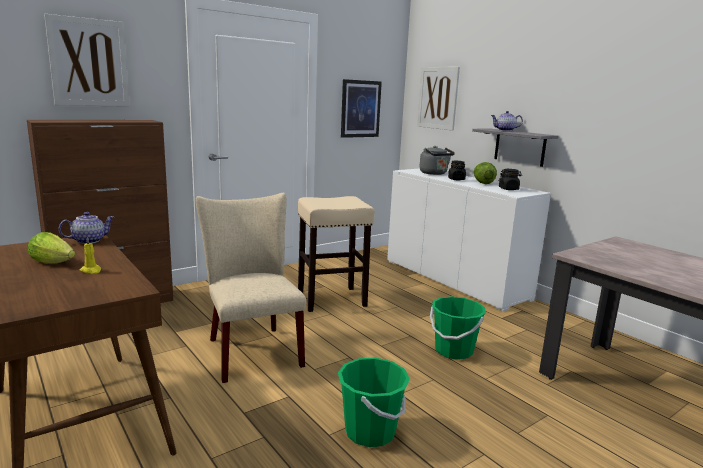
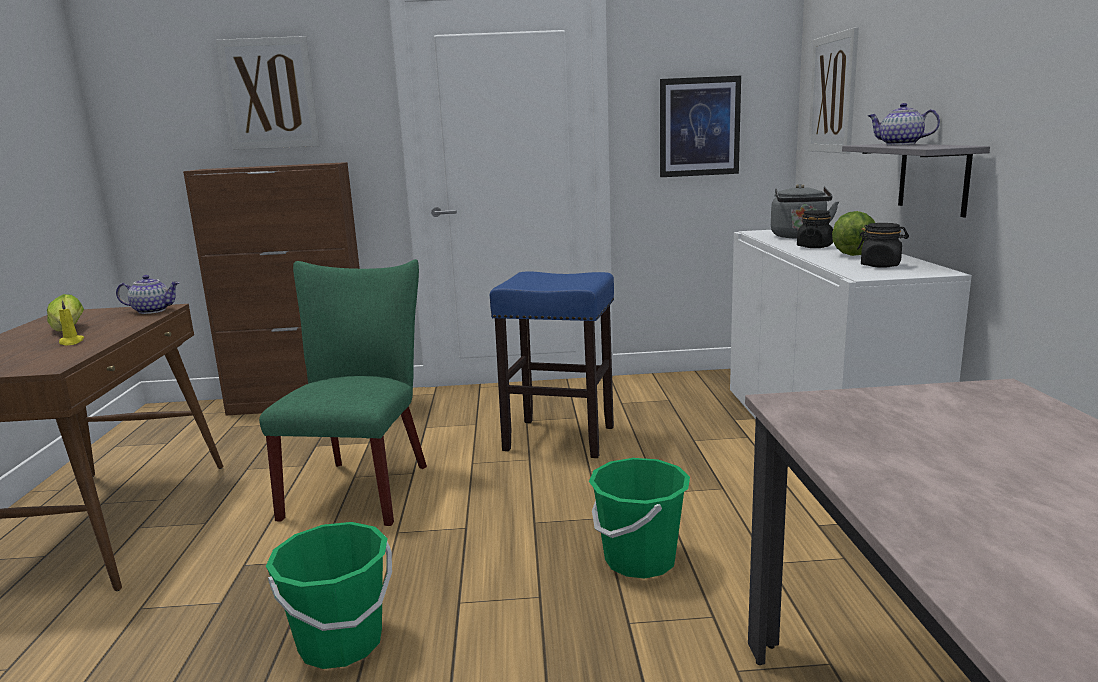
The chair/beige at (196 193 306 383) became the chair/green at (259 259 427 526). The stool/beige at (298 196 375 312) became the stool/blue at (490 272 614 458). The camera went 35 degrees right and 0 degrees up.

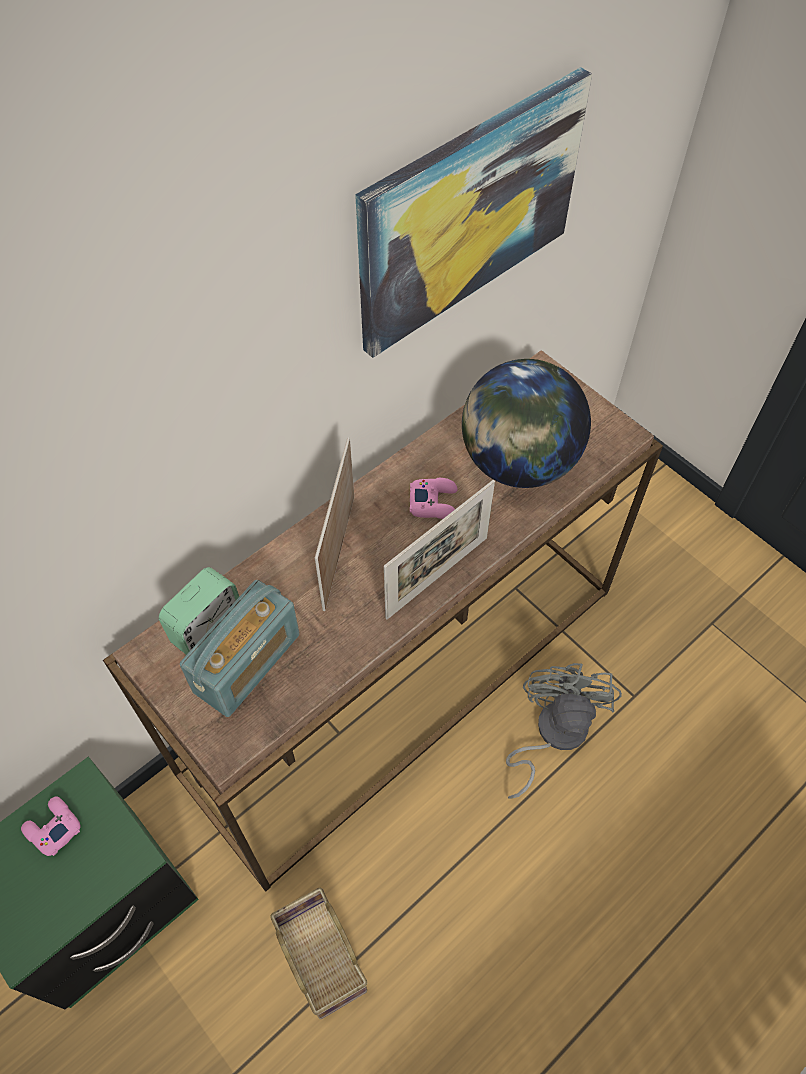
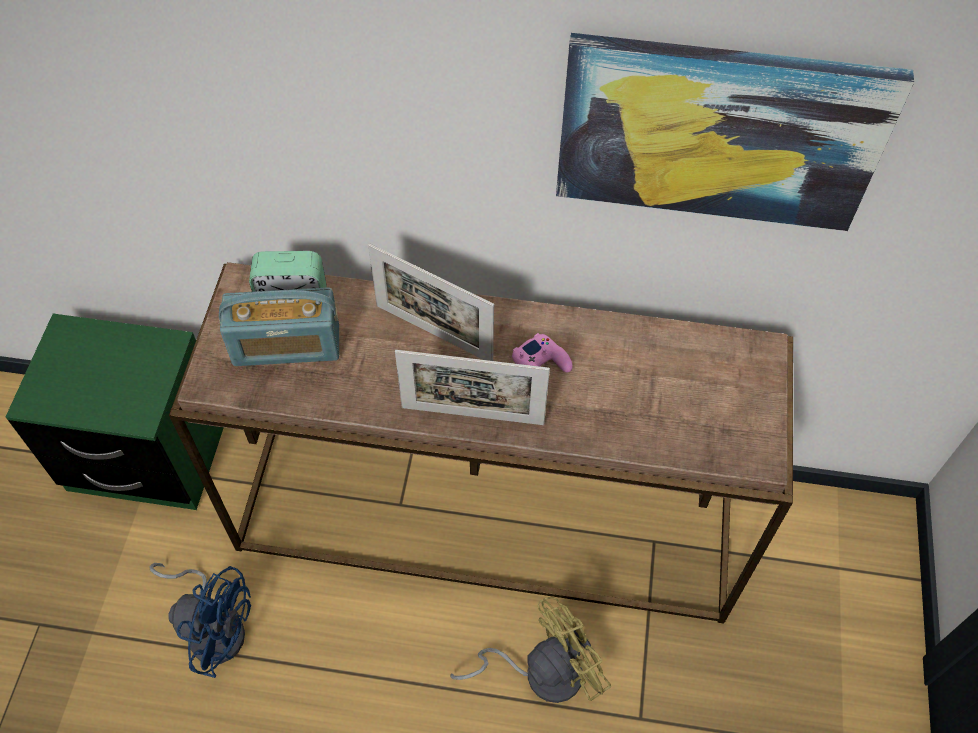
The game controller/pink at (21 796 81 856) disappeared. The basket at (270 887 367 1019) was replaced by the fan/blue at (149 563 251 678). The picture frame at (315 437 354 611) turned 120 degrees counterclockwise. The globe at (462 359 591 488) disappeared. The fan/grey at (506 663 622 799) became the fan/yellow at (450 597 611 703). The camera went 50 degrees right and 0 degrees up.

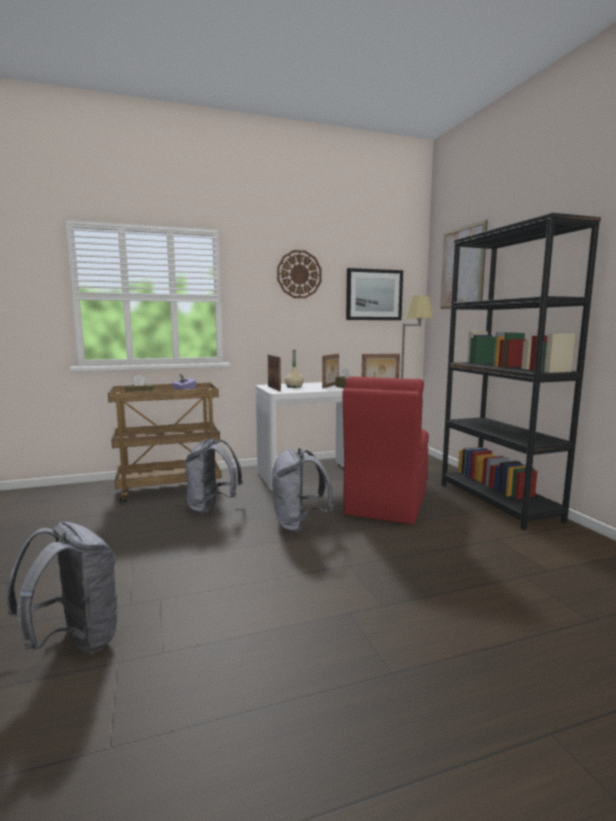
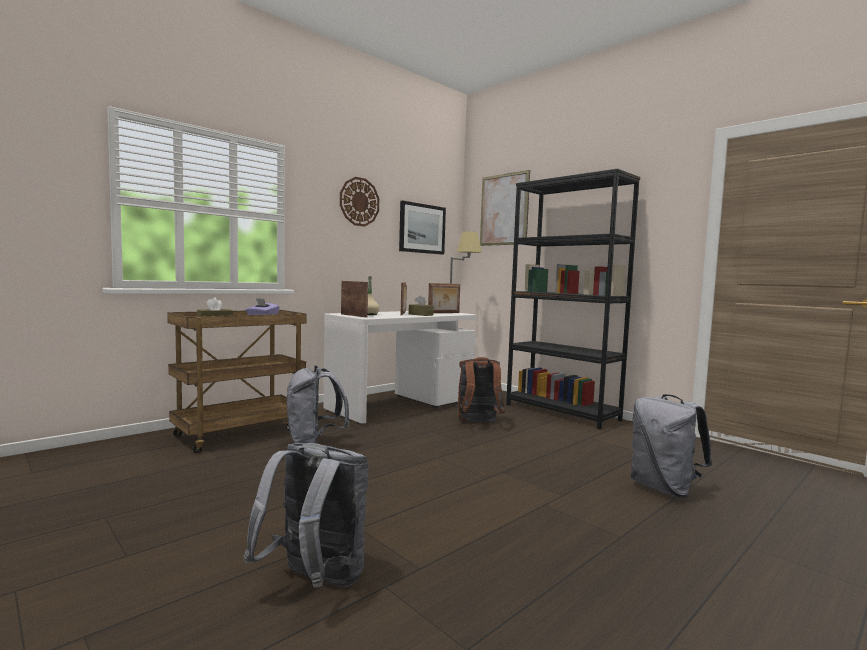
The backpack/grey moved from (272 448 333 533) to (630 394 712 498). The chair/red at (342 376 429 524) was replaced by the backpack/brown at (456 357 505 423). The camera went 25 degrees left and 5 degrees down.

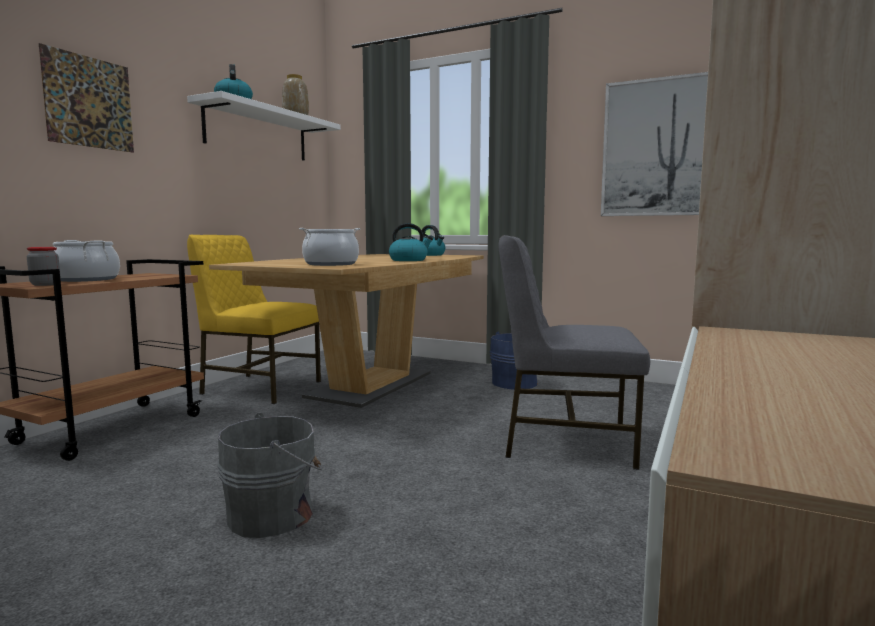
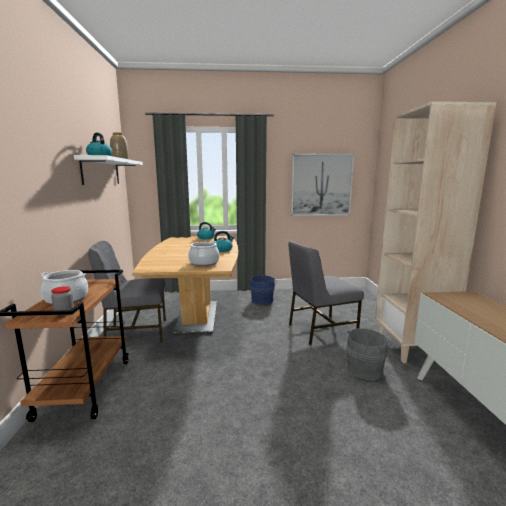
The picture at (39 43 134 153) disappeared. The chair/yellow at (187 235 321 404) became the chair/grey at (88 241 166 343). The bucket/grey moved from (217 413 322 538) to (347 328 391 381). The camera went 30 degrees left and 5 degrees up.

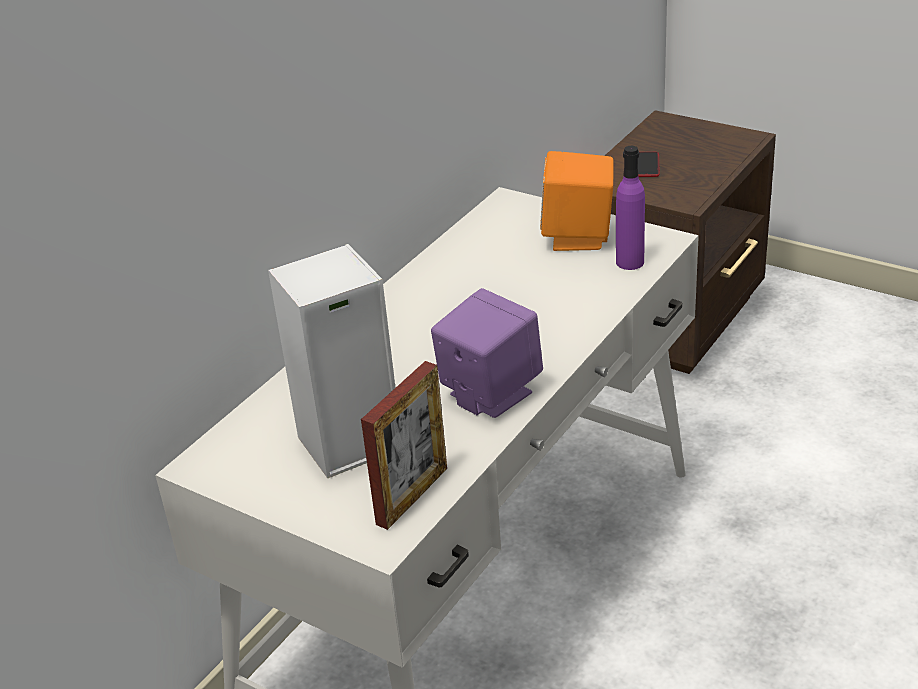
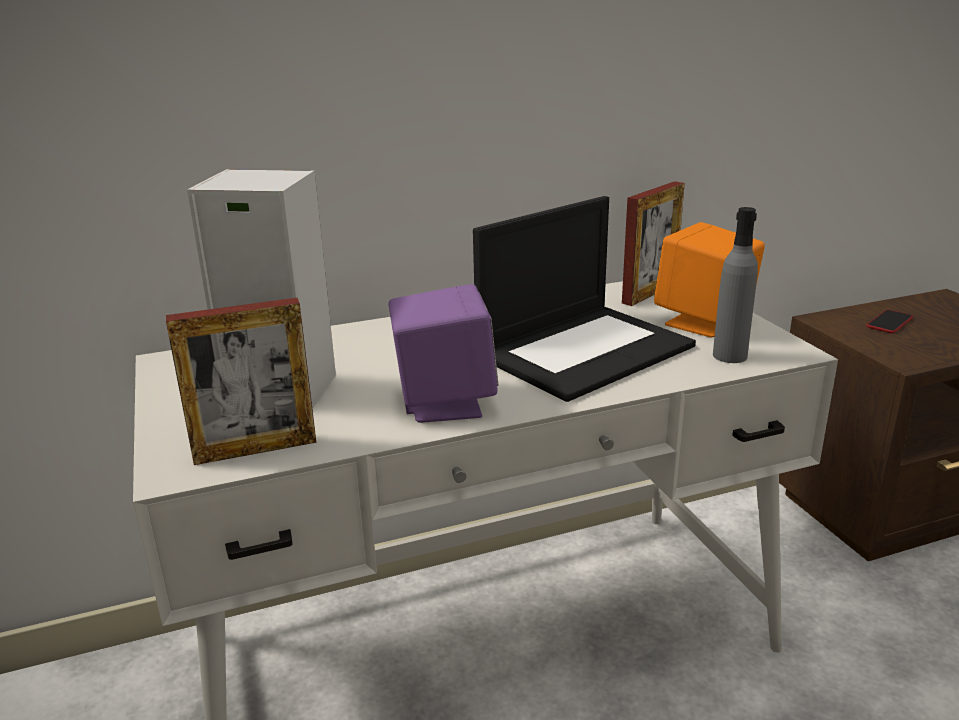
The bottle/purple at (616 146 645 270) became the bottle/grey at (713 207 758 363). The laptop at (473 196 696 402) appeared. The picture frame at (622 181 685 306) appeared. The camera went 35 degrees right and 10 degrees down.

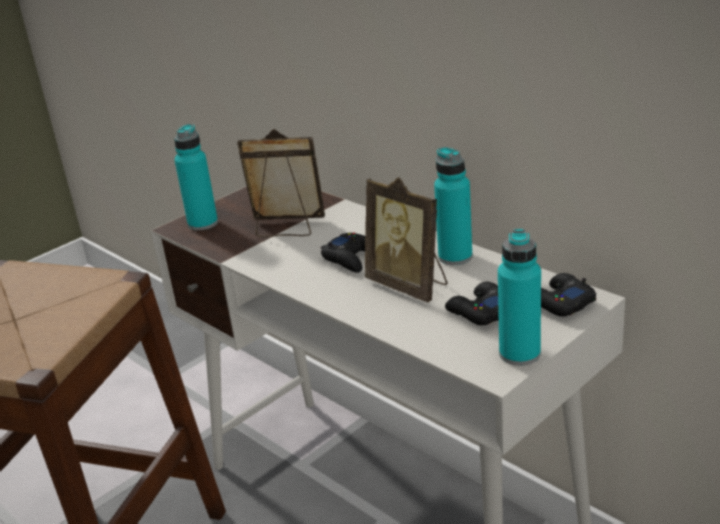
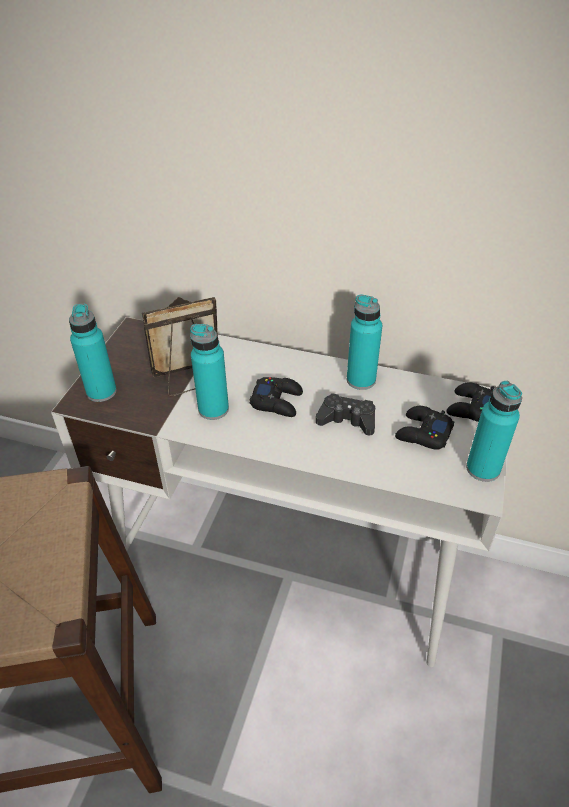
The picture frame at (365 177 448 302) was replaced by the game controller/black at (316 393 375 436). The bottle/turquoise at (190 324 229 420) appeared. The camera went 30 degrees left and 15 degrees up.

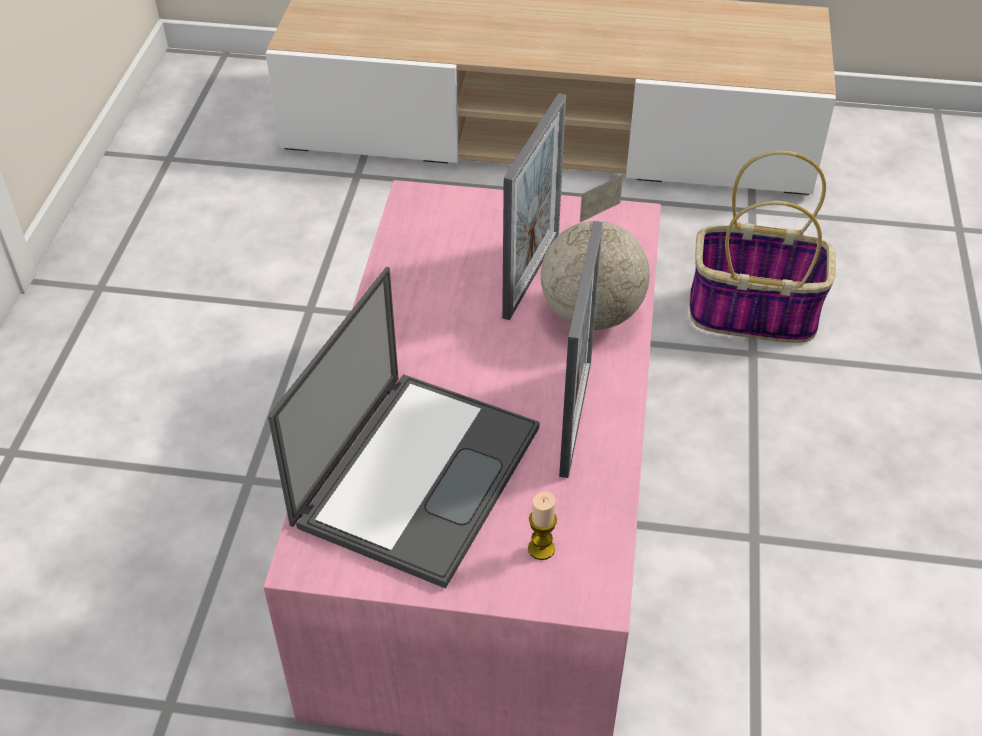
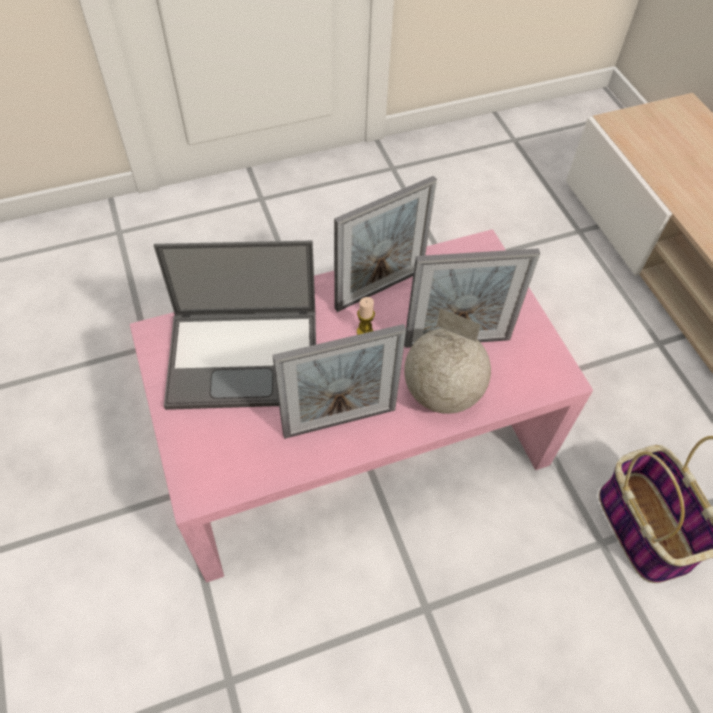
The candle moved from (528 492 557 560) to (357 297 375 335). The picture frame at (334 176 437 312) appeared. The camera went 60 degrees right and 10 degrees up.

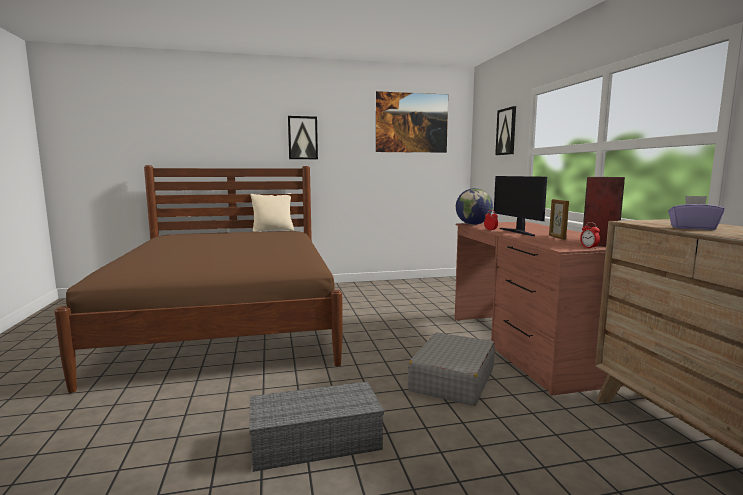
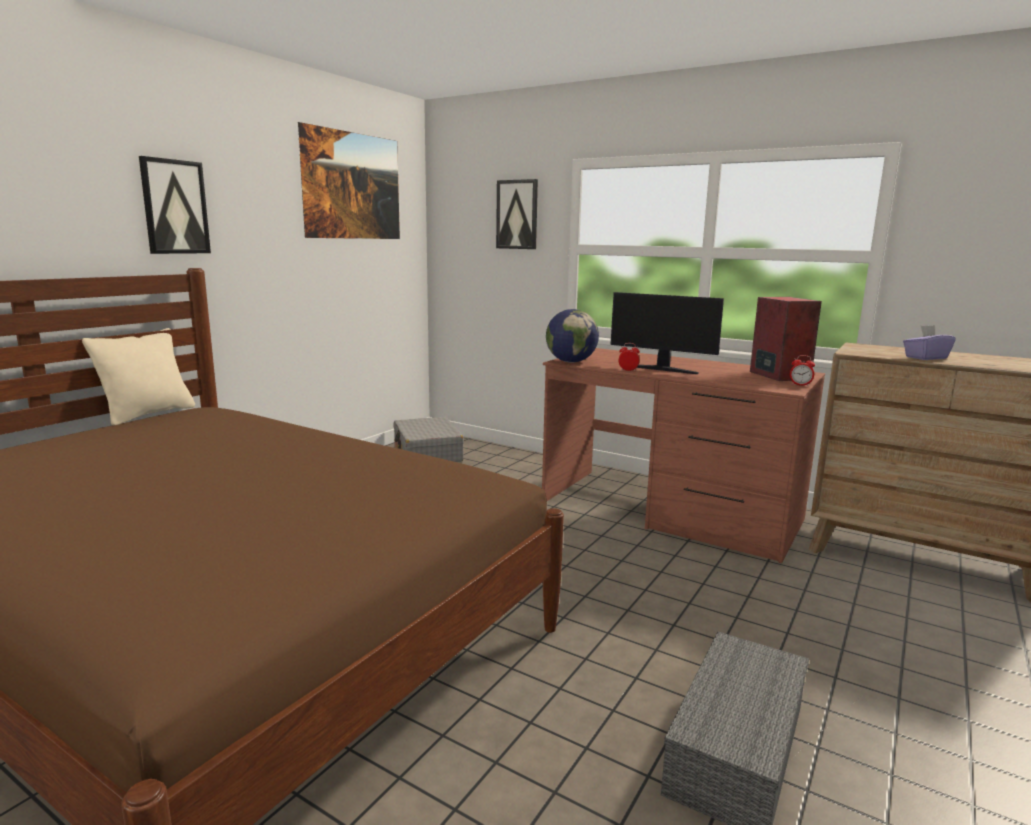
The suitcase/grey moved from (408 332 495 406) to (393 417 464 462). The picture frame at (549 199 569 240) disappeared. The camera went 45 degrees left and 5 degrees up.

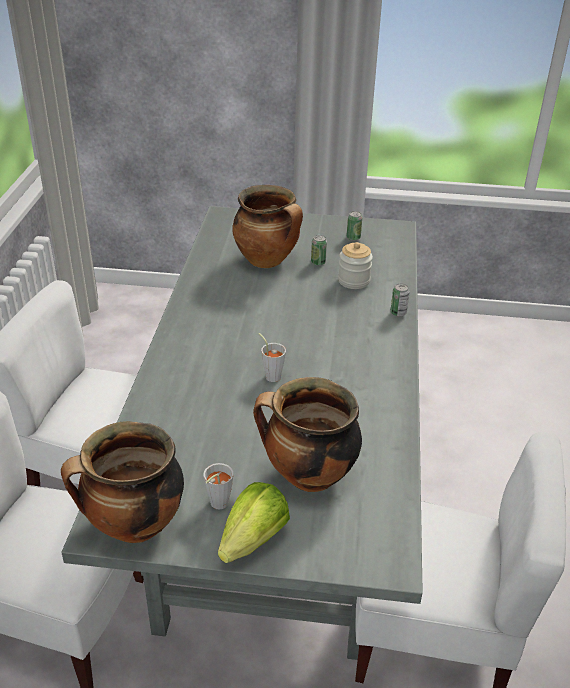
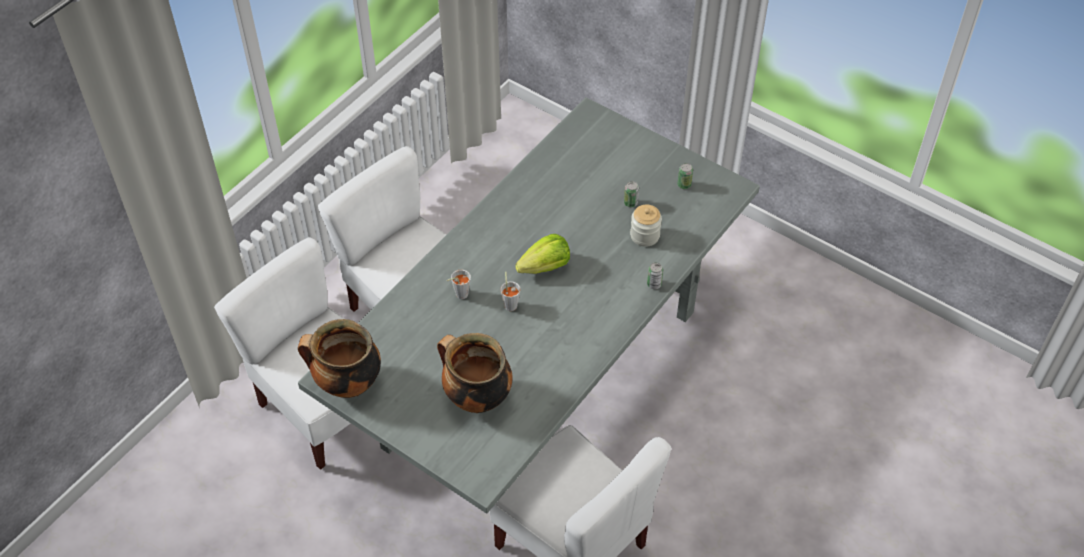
The cup/grey moved from (204 463 233 510) to (446 270 471 299). The lettuce moved from (218 482 290 563) to (515 234 570 274). The cooking pot at (233 185 303 268) disappeared. The camera went 30 degrees right and 15 degrees up.

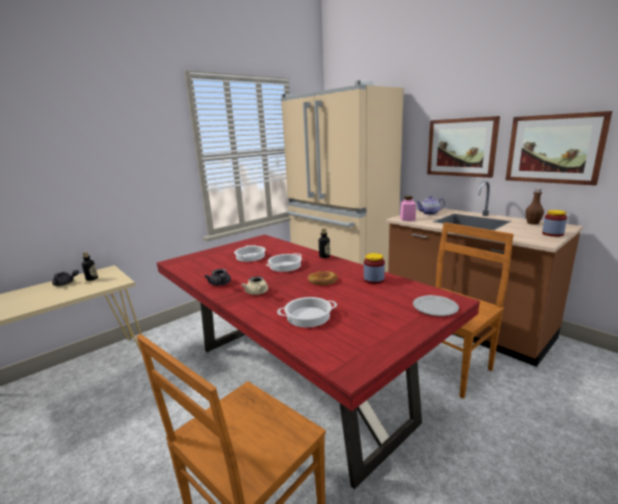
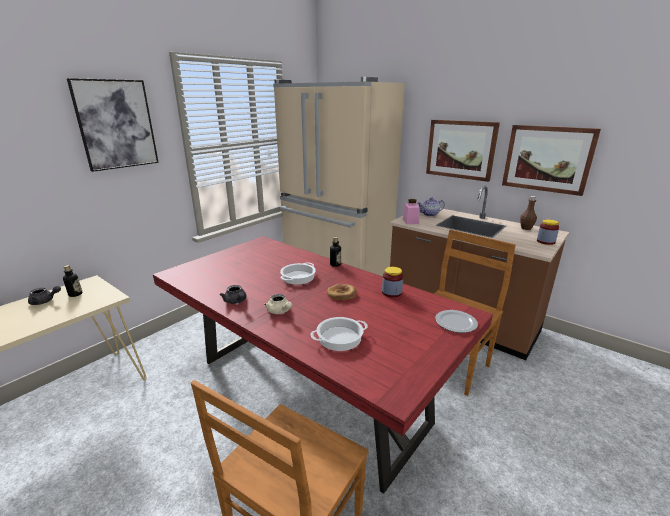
The cooking pot at (234 245 266 262) disappeared. The picture at (67 78 159 172) appeared. The camera went 10 degrees left and 5 degrees up.

